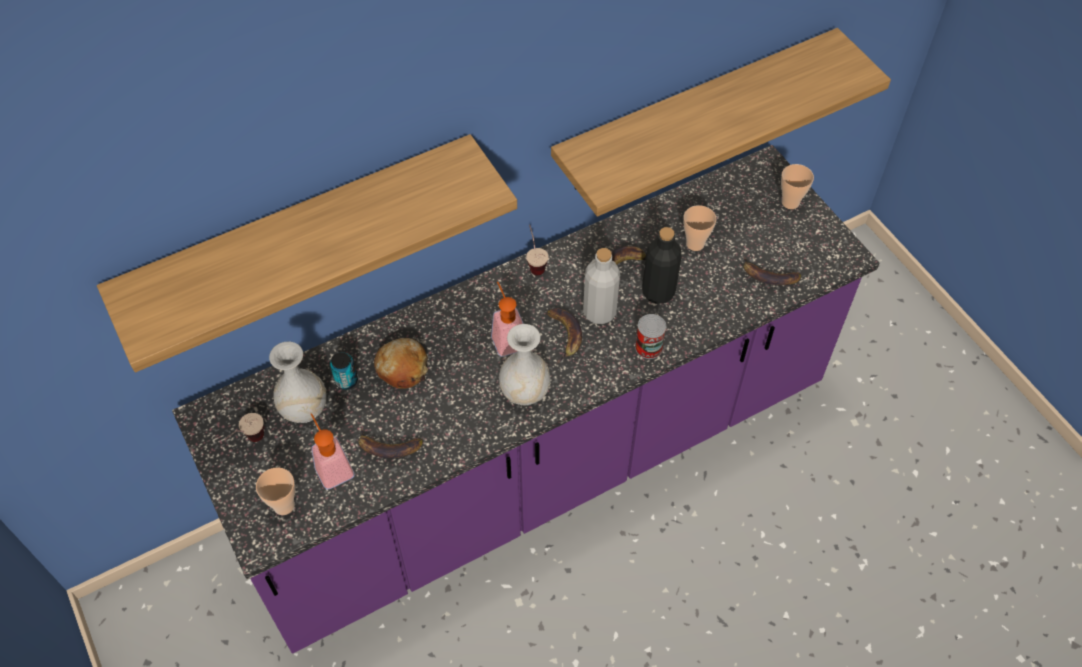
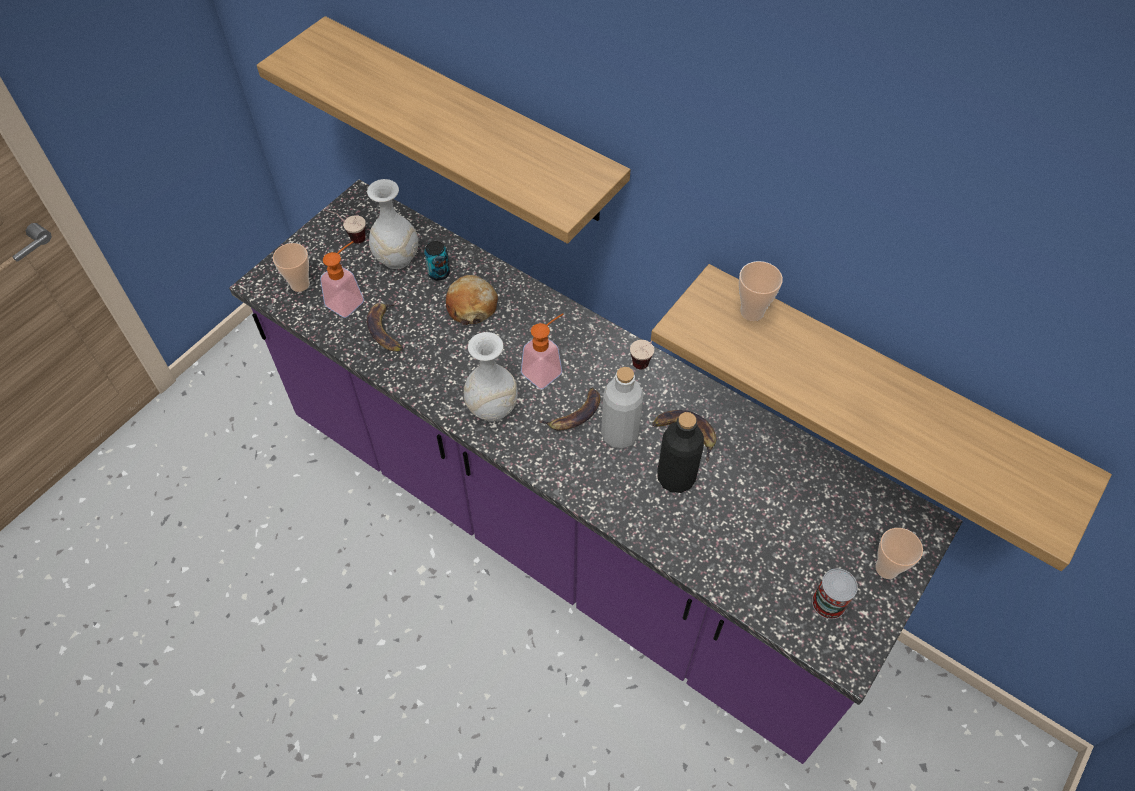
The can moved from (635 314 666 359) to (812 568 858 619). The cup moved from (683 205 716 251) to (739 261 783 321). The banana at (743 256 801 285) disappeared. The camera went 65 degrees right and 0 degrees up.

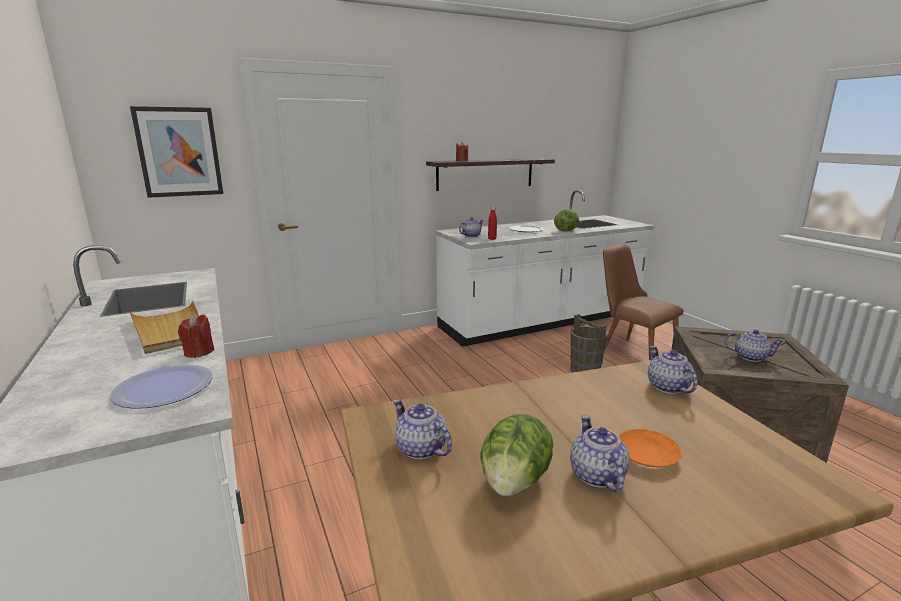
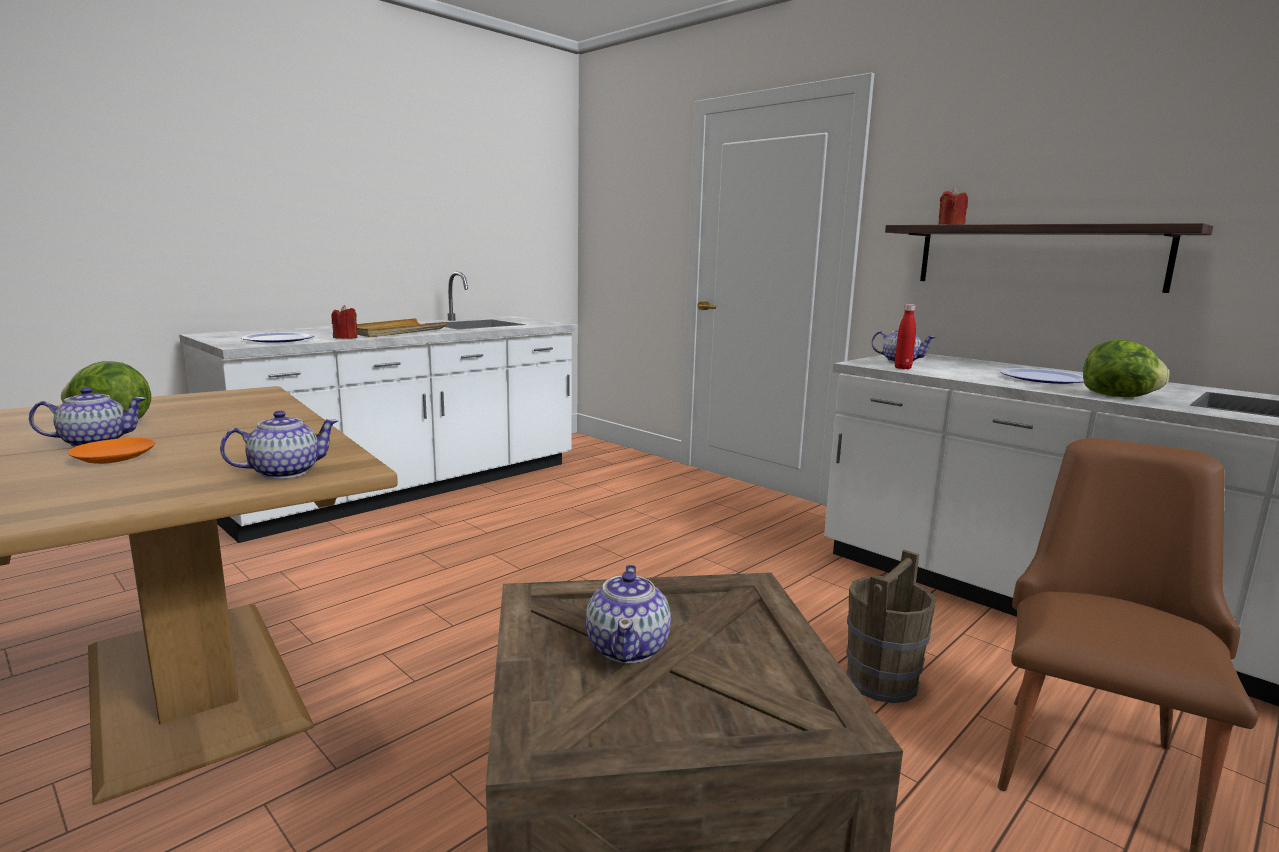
The picture at (130 106 223 198) disappeared. The teapot at (393 399 452 459) disappeared. The camera went 70 degrees right and 5 degrees down.

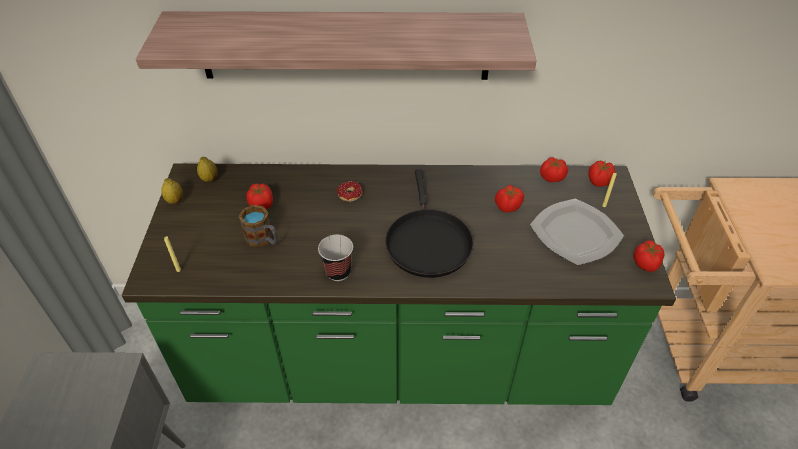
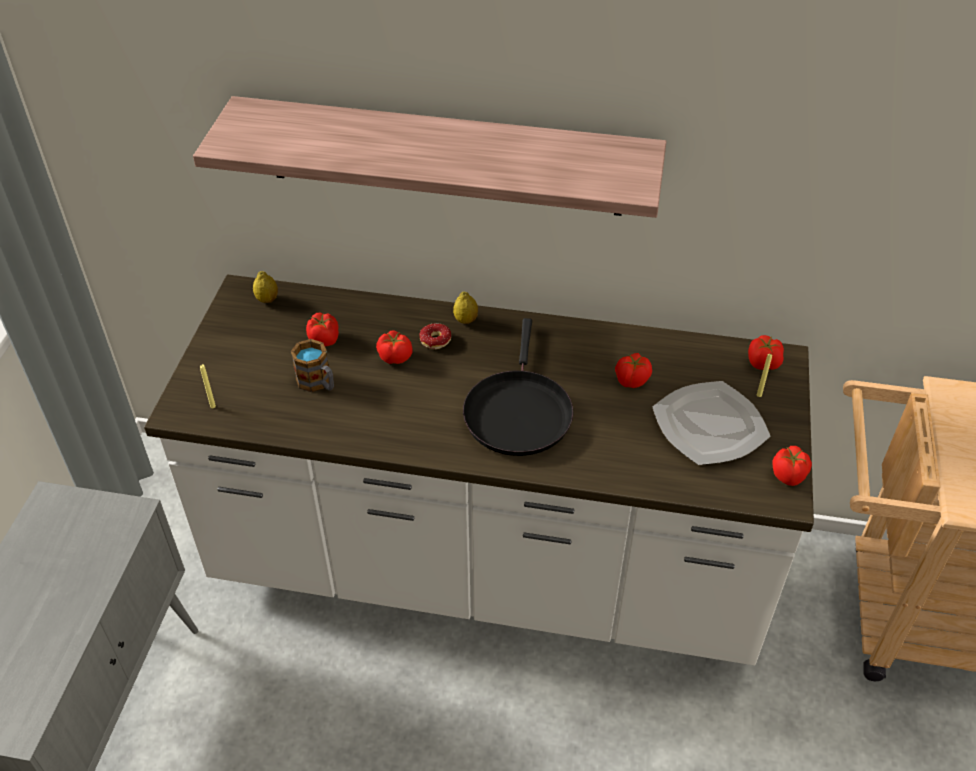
The counter/green at (122 164 676 405) became the counter/white at (144 275 814 665). The lemon moved from (162 178 183 204) to (453 292 478 324). The cup at (318 235 353 281) disappeared. The tomato moved from (540 157 568 183) to (376 331 413 364). The camera went 10 degrees right and 0 degrees up.

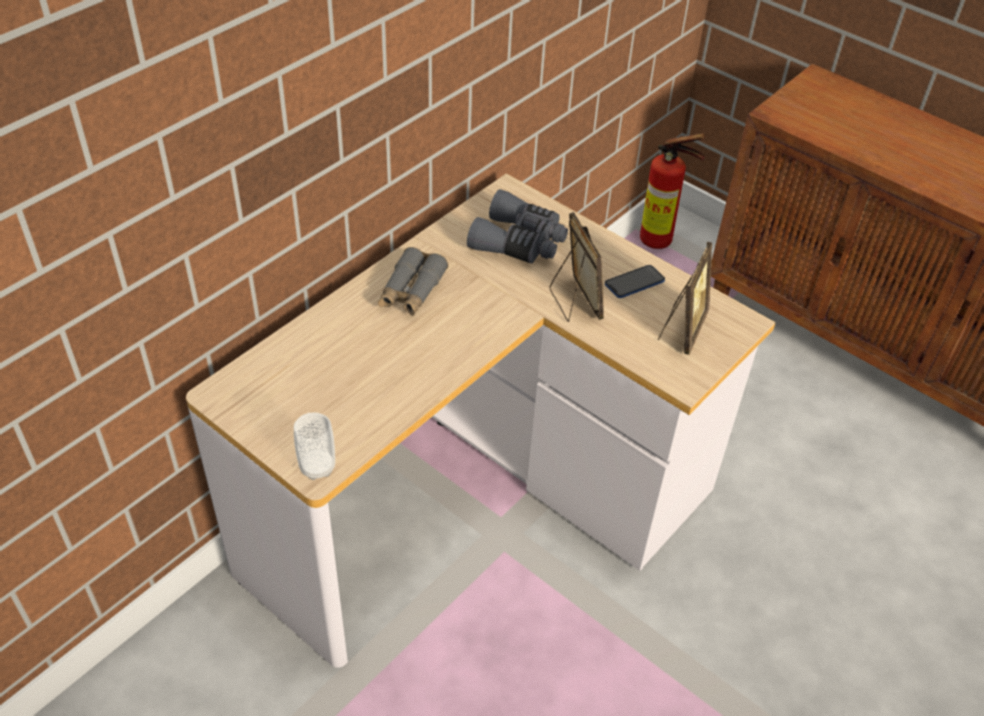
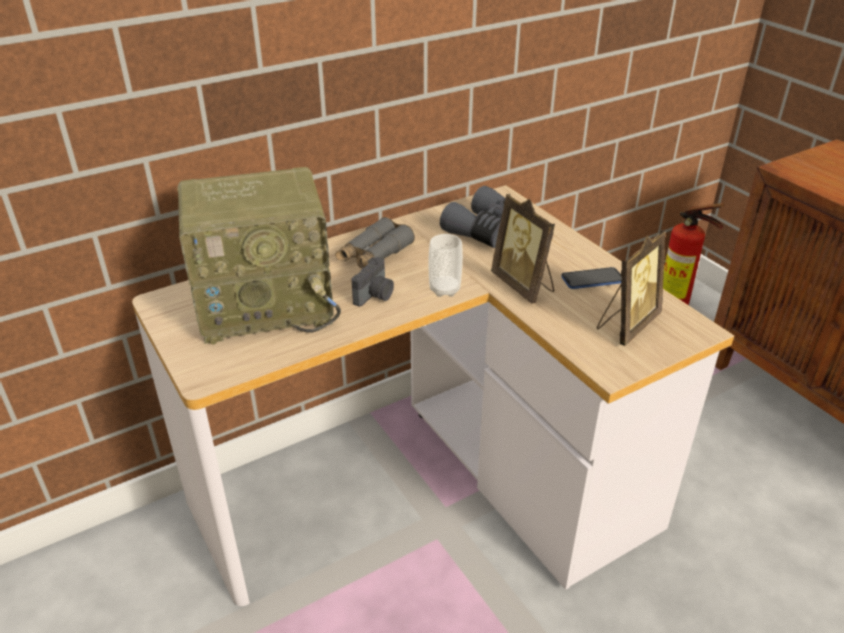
The cup moved from (294 412 335 480) to (429 234 463 297). The picture frame at (549 212 604 322) turned 150 degrees clockwise. The radio at (177 167 341 344) appeared. The photo camera at (351 257 394 306) appeared. The camera went 20 degrees right and 10 degrees down.

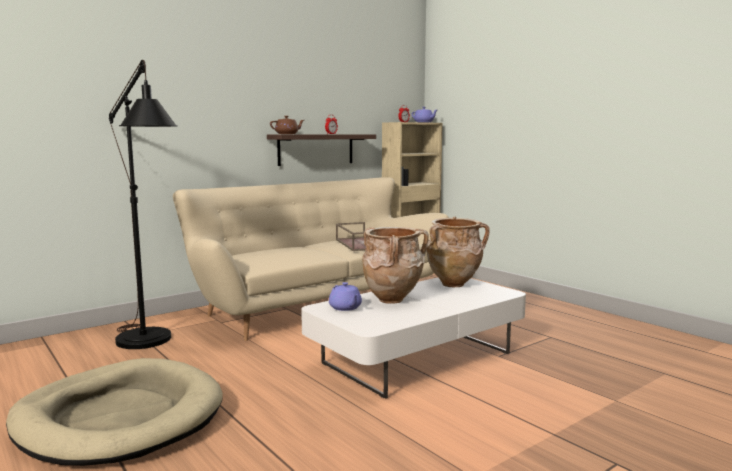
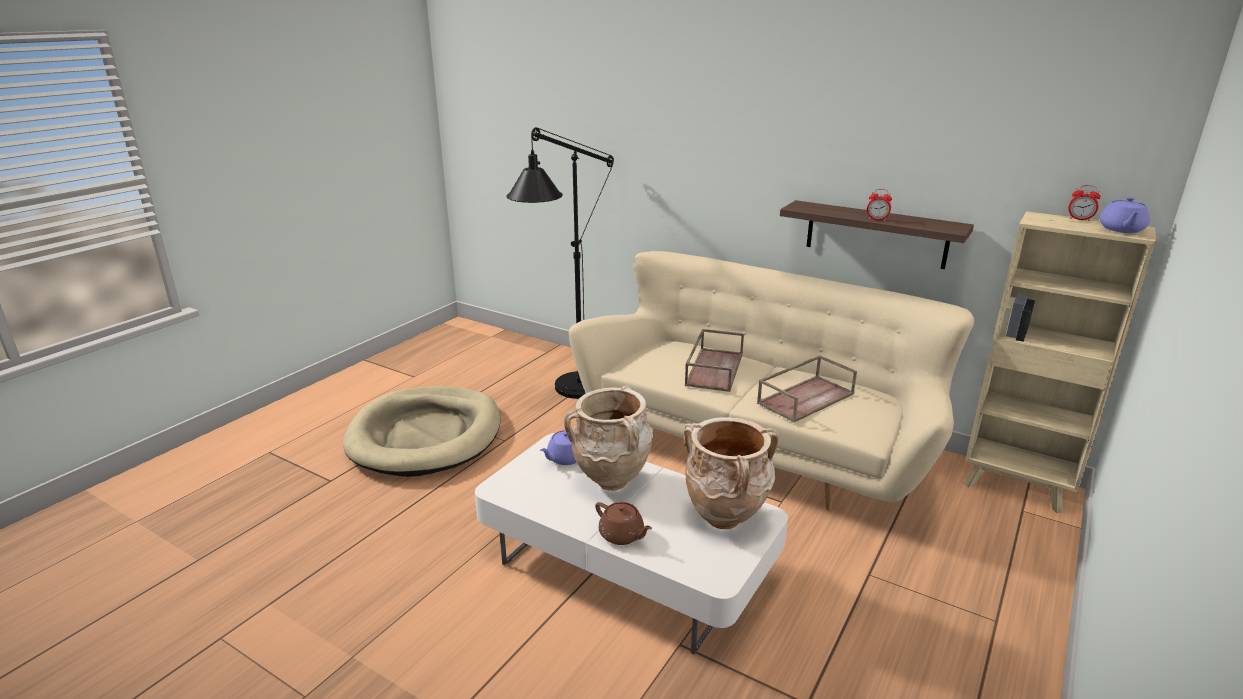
The teapot/brown moved from (270 116 304 134) to (595 502 652 545). The tray/brown at (685 329 744 392) appeared. The camera went 70 degrees right and 15 degrees up.

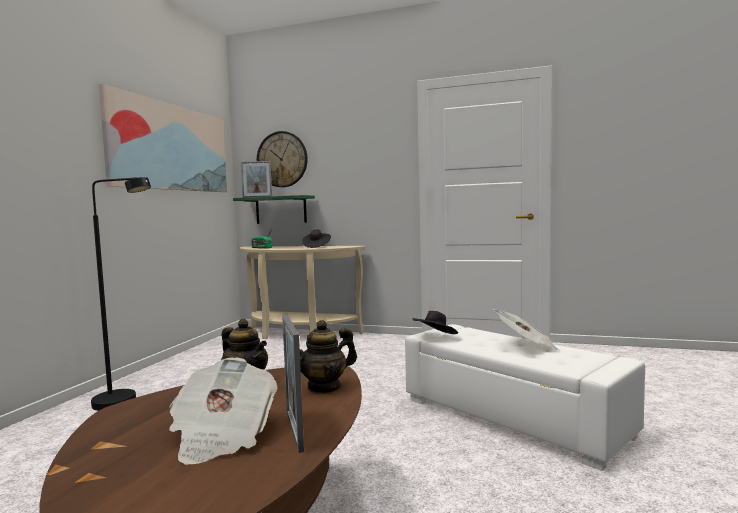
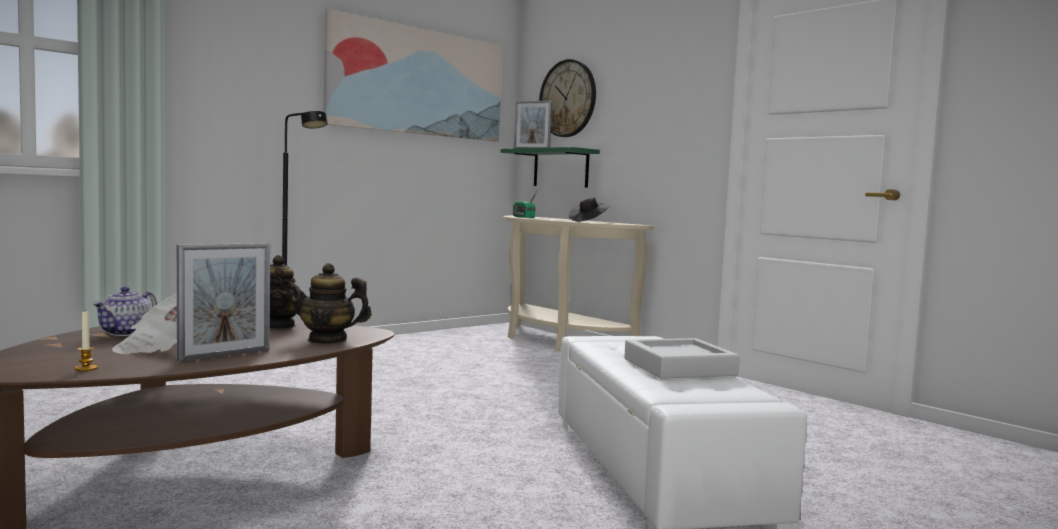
The picture frame at (282 315 304 453) turned 150 degrees counterclockwise. The hat/black at (413 311 458 334) disappeared. The newspaper at (493 309 559 350) was replaced by the tray/grey at (624 338 740 379). The candle at (75 310 98 371) appeared. The teapot at (92 287 157 336) appeared. The camera went 30 degrees right and 0 degrees up.

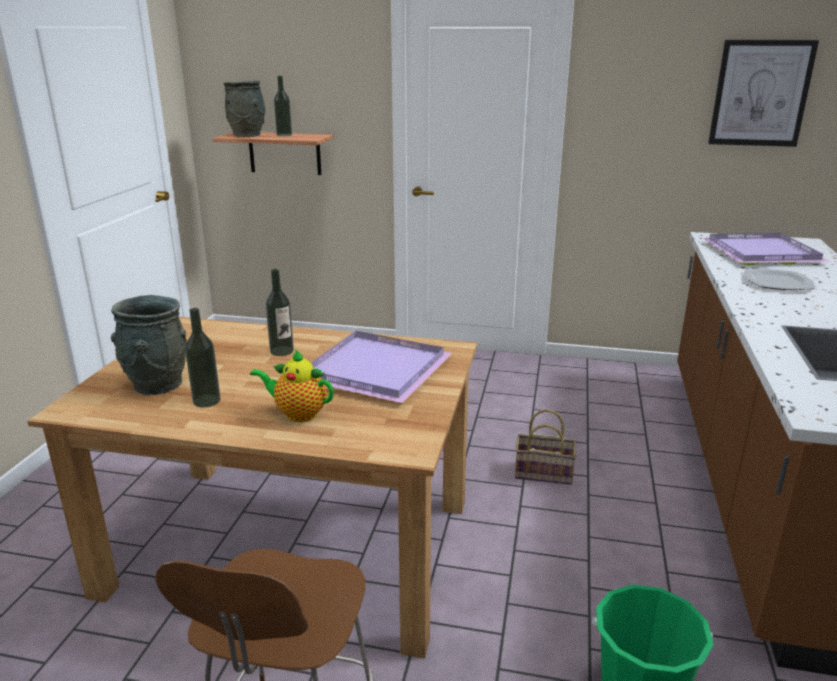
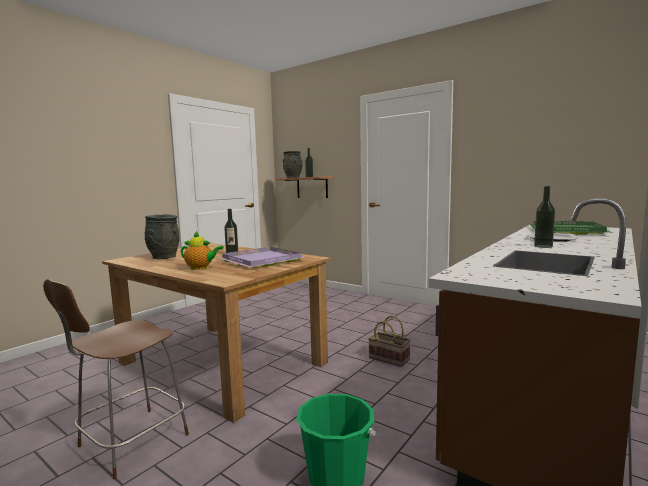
The bottle moved from (185 308 221 408) to (534 186 555 248). The teapot at (250 349 334 422) turned 150 degrees clockwise. The tray/purple at (703 233 830 266) became the tray/green at (530 221 613 235). The picture at (708 40 819 147) disappeared. The camera went 25 degrees right and 15 degrees down.

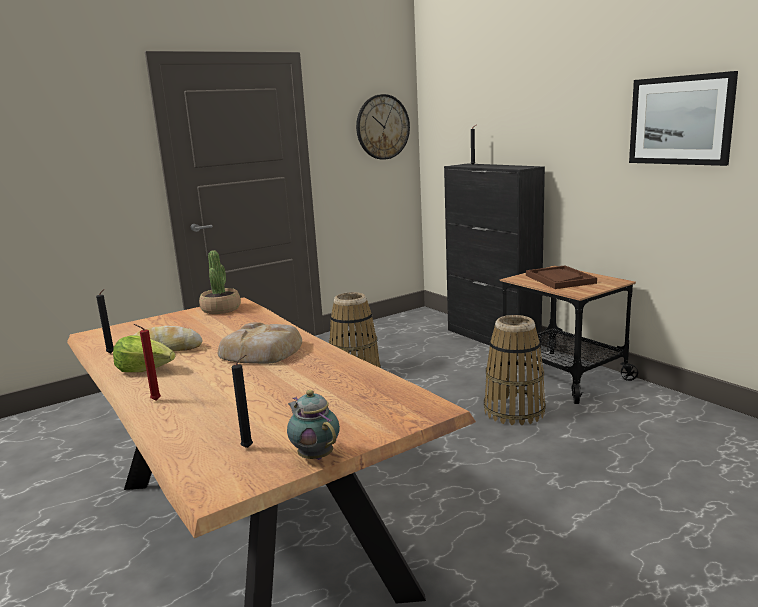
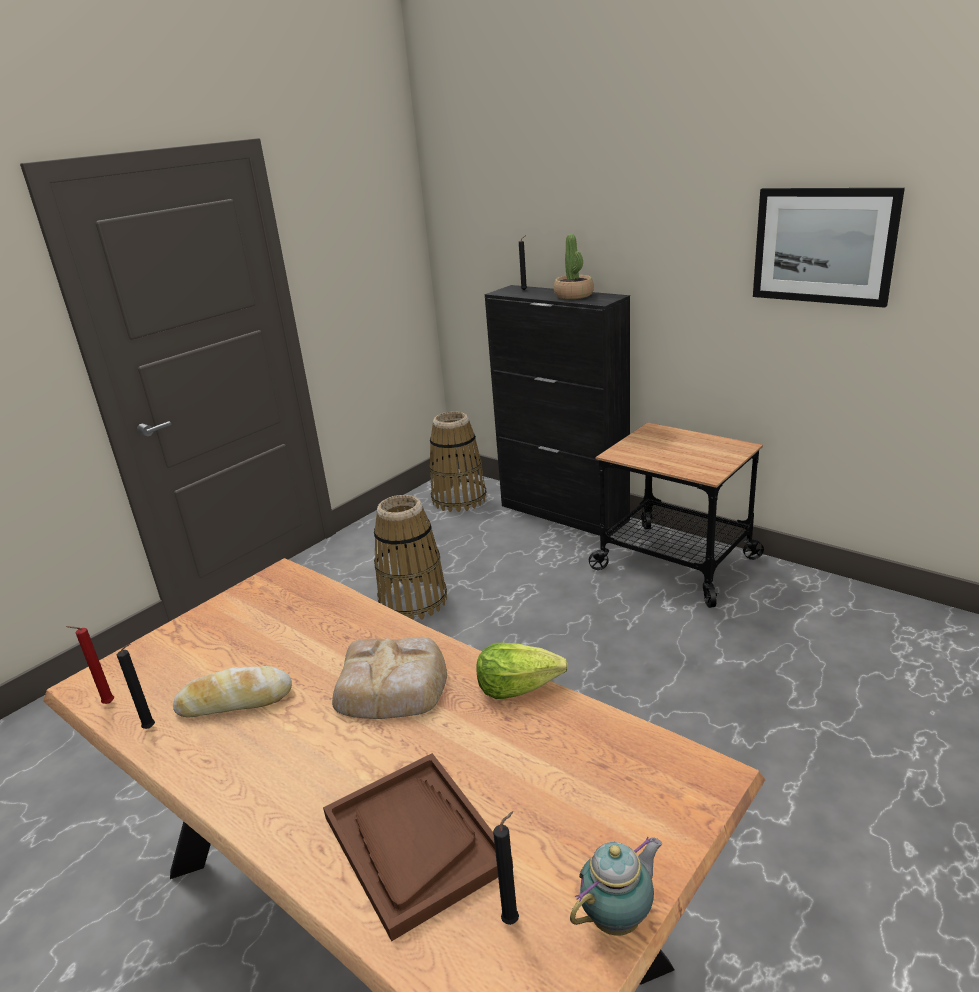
The lettuce moved from (113 335 175 372) to (476 643 568 699). The candle/red moved from (133 324 161 400) to (66 626 114 704). The potted plant moved from (199 250 241 314) to (554 234 594 299). The teapot at (287 390 340 460) turned 105 degrees clockwise. The wall clock at (356 94 410 160) disappeared. The basket moved from (484 315 546 425) to (429 411 486 512). The tray/brown moved from (526 266 597 289) to (323 753 513 941). The camera went 15 degrees left and 10 degrees up.

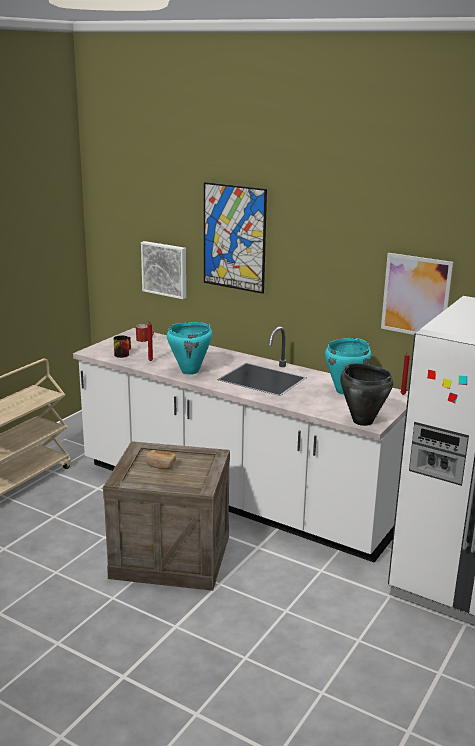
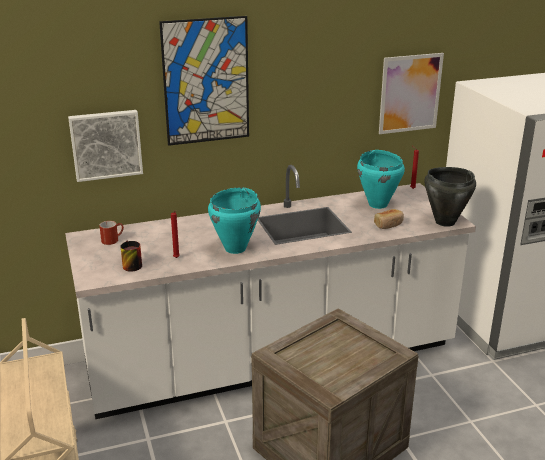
The bread moved from (146 450 176 469) to (374 209 404 229). The camera went 50 degrees left and 5 degrees up.

